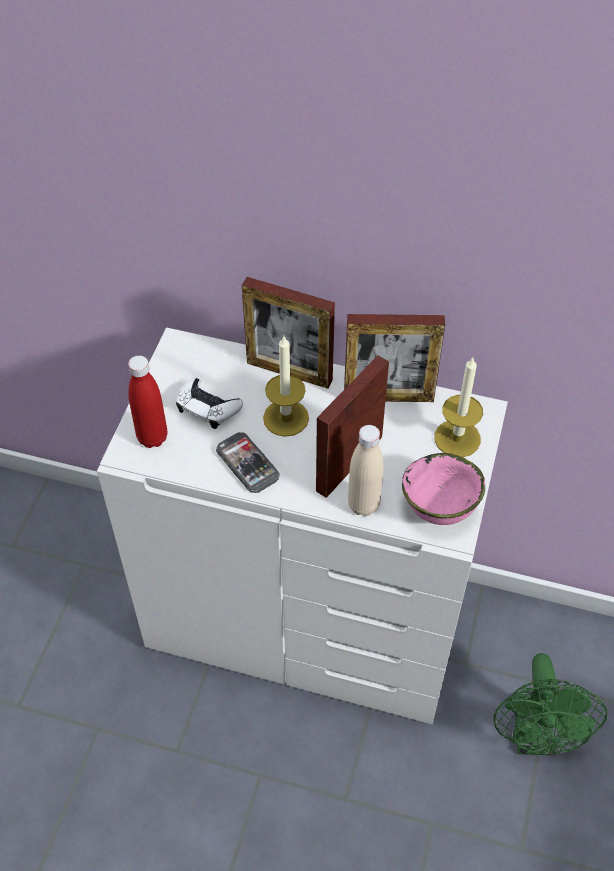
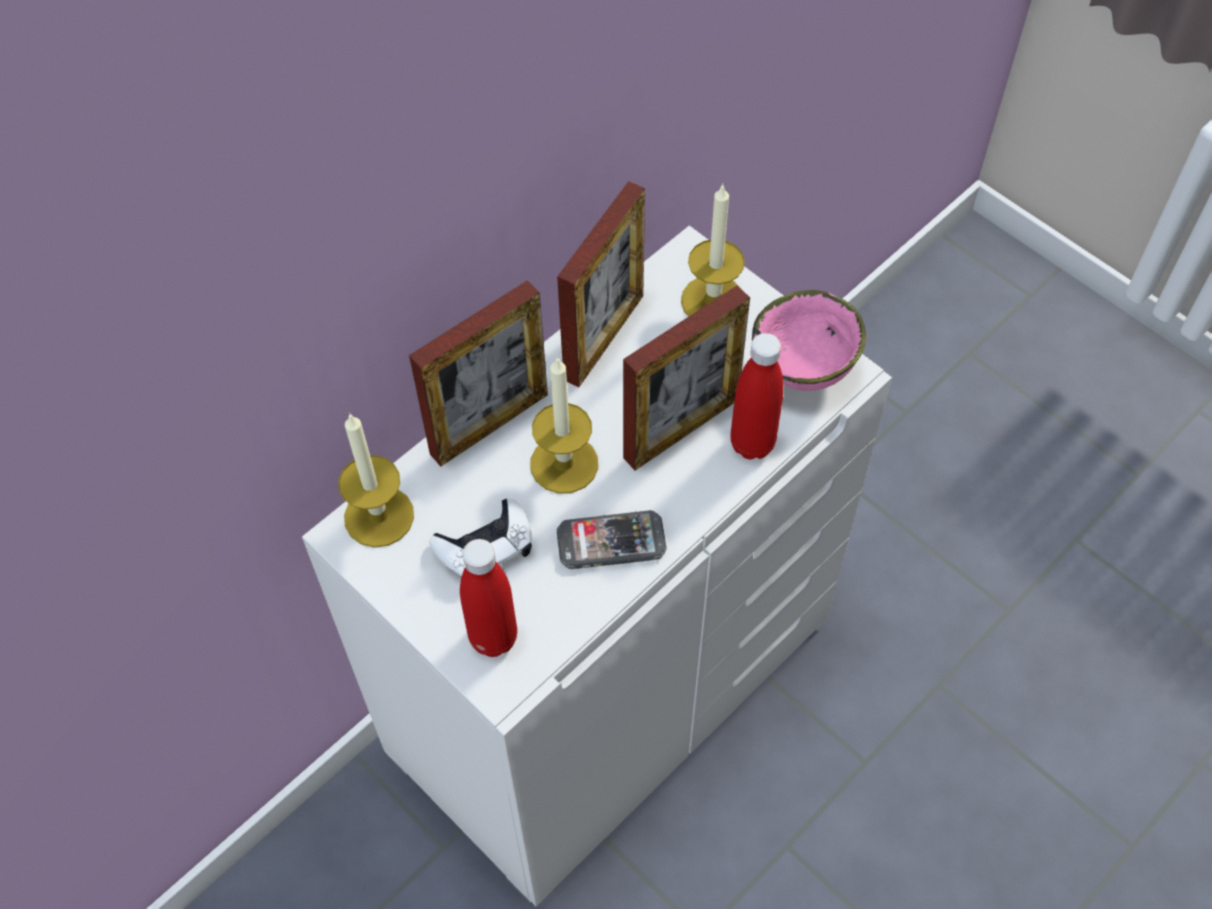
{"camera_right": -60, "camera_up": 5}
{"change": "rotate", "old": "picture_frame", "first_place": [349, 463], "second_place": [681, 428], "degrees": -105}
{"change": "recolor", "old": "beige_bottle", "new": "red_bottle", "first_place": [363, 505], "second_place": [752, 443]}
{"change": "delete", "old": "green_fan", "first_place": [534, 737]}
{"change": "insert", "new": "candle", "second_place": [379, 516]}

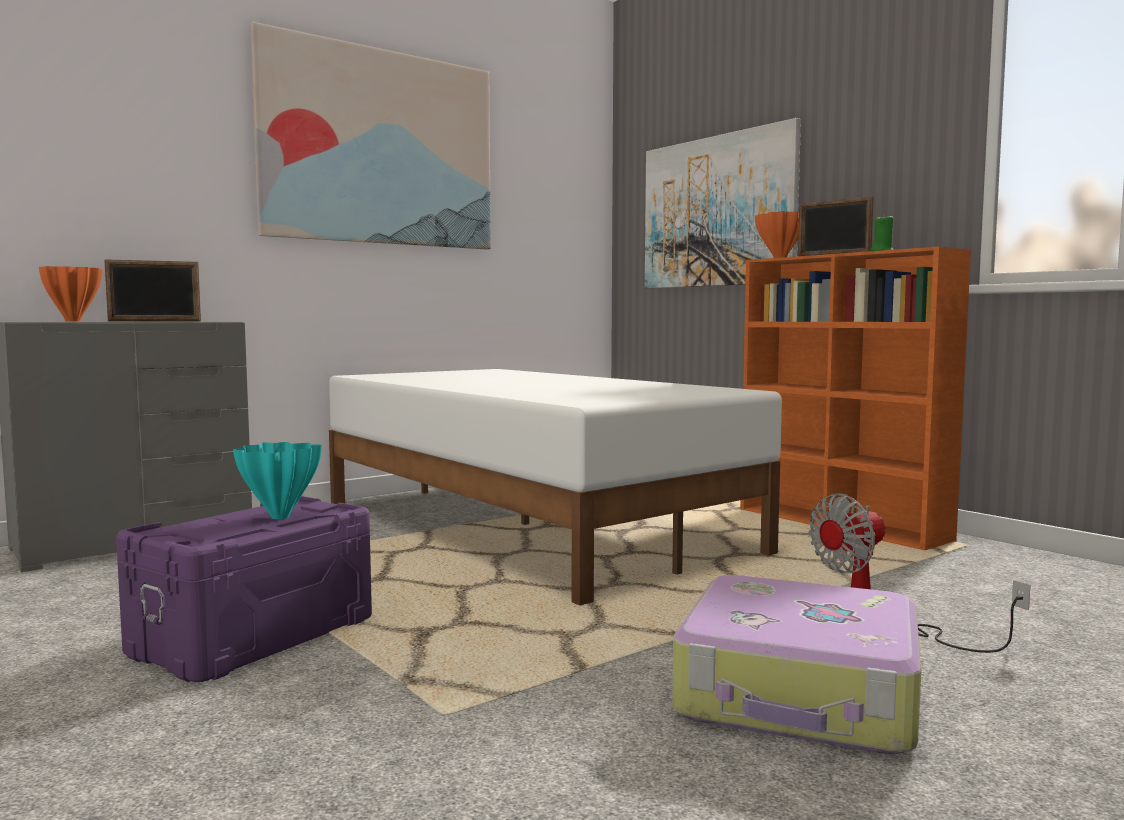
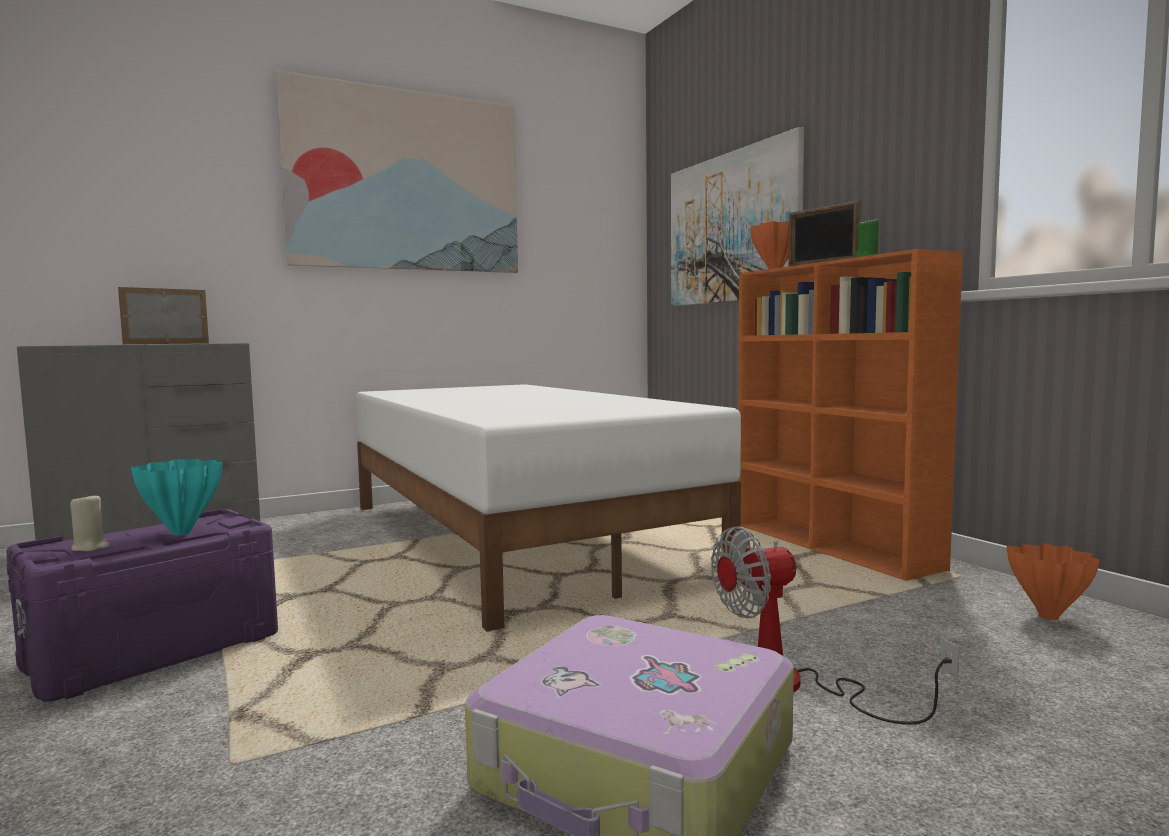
{"camera_right": 10, "camera_up": 0}
{"change": "rotate", "old": "picture_frame", "first_place": [155, 321], "second_place": [167, 343], "degrees": 150}
{"change": "move", "old": "orange_vase", "first_place": [73, 321], "second_place": [1050, 617]}
{"change": "insert", "new": "beige_candle", "second_place": [90, 547]}

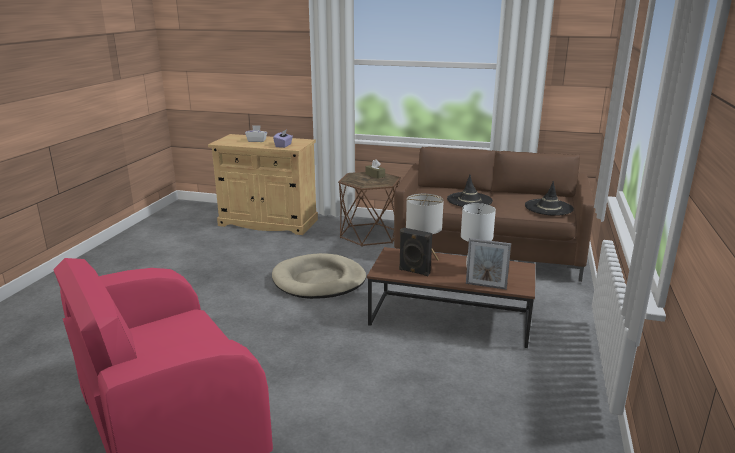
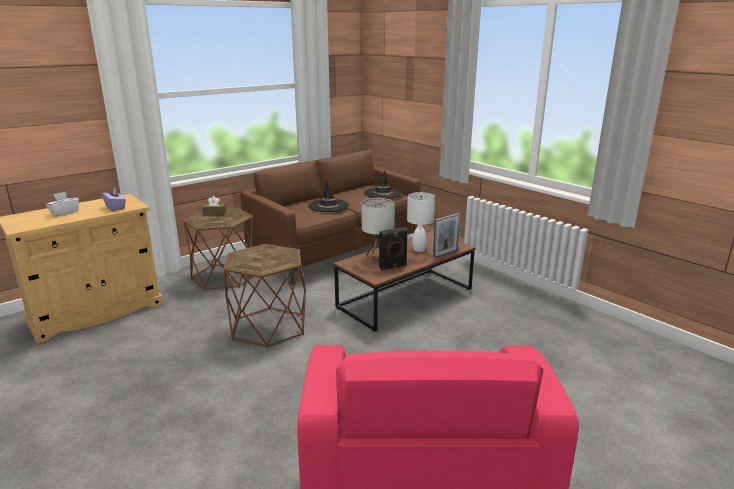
{"camera_right": -55, "camera_up": 0}
{"change": "replace", "old": "beige_dog_bed", "new": "brown_side_table", "first_place": [319, 280], "second_place": [268, 327]}

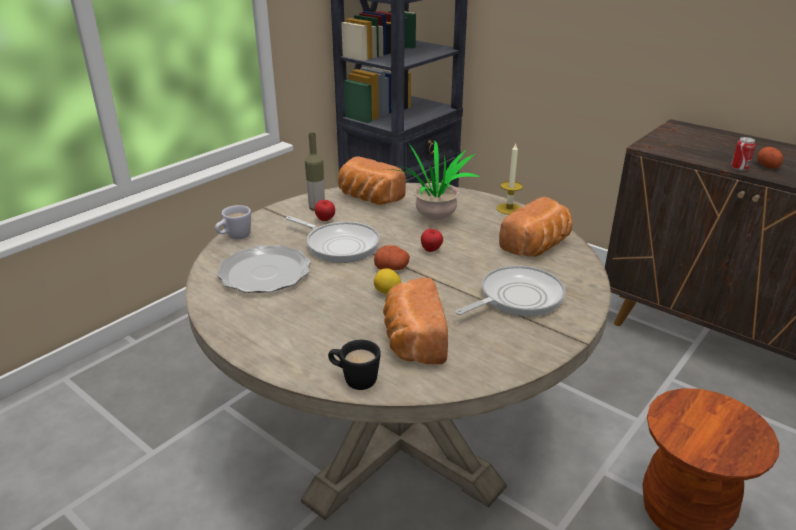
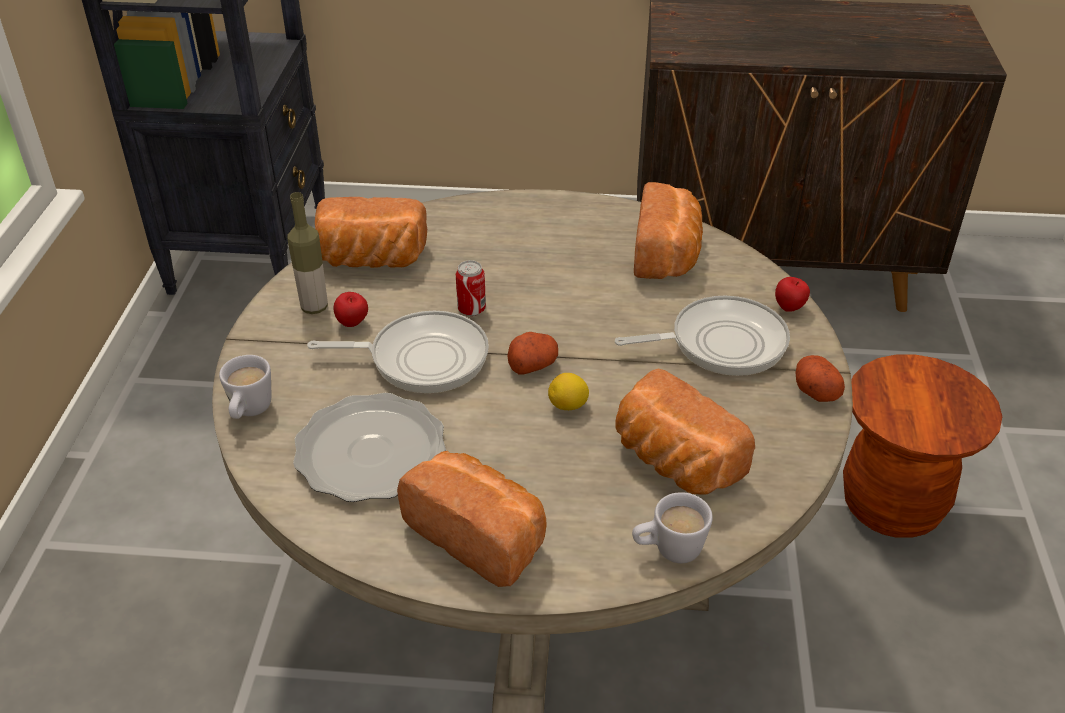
{"camera_right": -35, "camera_up": 10}
{"change": "move", "old": "can", "first_place": [739, 168], "second_place": [471, 309]}
{"change": "delete", "old": "potted_plant", "first_place": [434, 217]}
{"change": "delete", "old": "candle", "first_place": [509, 209]}
{"change": "move", "old": "potato", "first_place": [767, 165], "second_place": [815, 390]}
{"change": "move", "old": "apple", "first_place": [431, 251], "second_place": [789, 308]}
{"change": "rotate", "old": "frying_pan", "first_place": [517, 298], "second_place": [720, 343], "degrees": 60}
{"change": "recolor", "old": "black_mug", "new": "white_mug", "first_place": [354, 379], "second_place": [668, 550]}
{"change": "insert", "new": "bread", "second_place": [480, 535]}

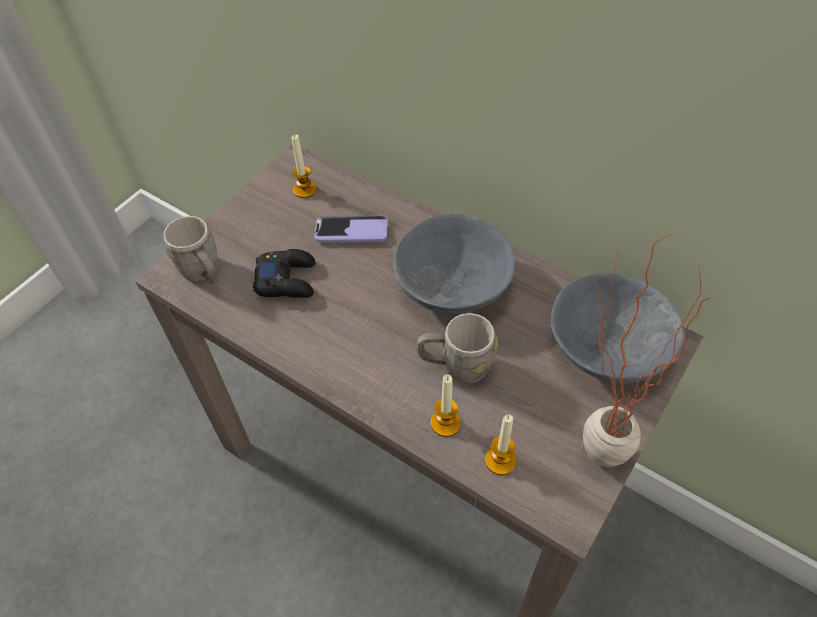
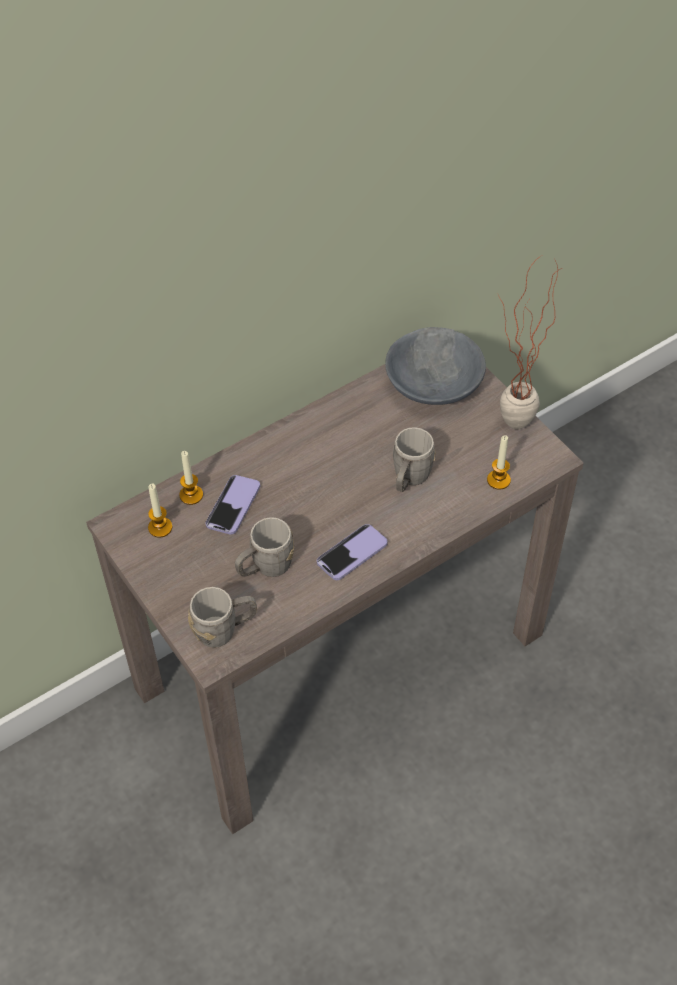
{"camera_right": -70, "camera_up": 0}
{"change": "delete", "old": "grey_bowl", "first_place": [454, 284]}
{"change": "replace", "old": "black_game_controller", "new": "grey_mug", "first_place": [287, 279], "second_place": [265, 567]}
{"change": "move", "old": "candle", "first_place": [445, 423], "second_place": [191, 495]}
{"change": "insert", "new": "phone", "second_place": [352, 553]}

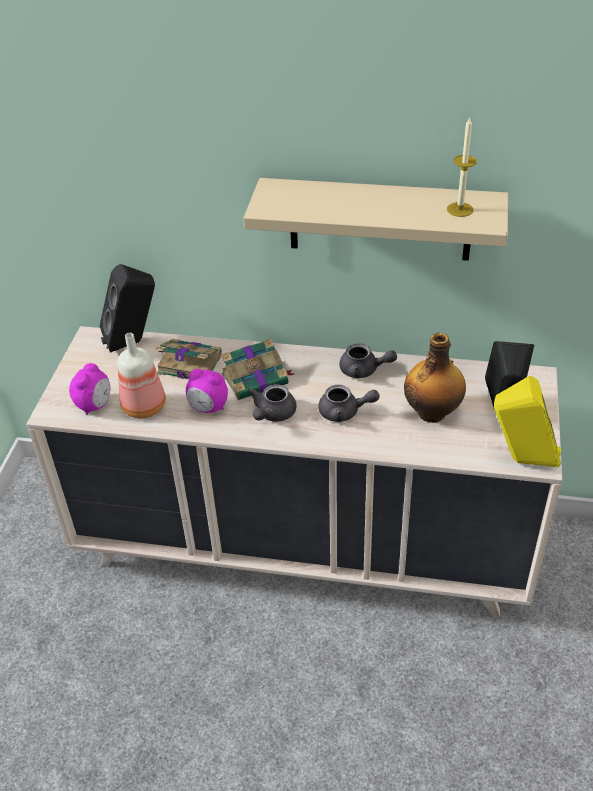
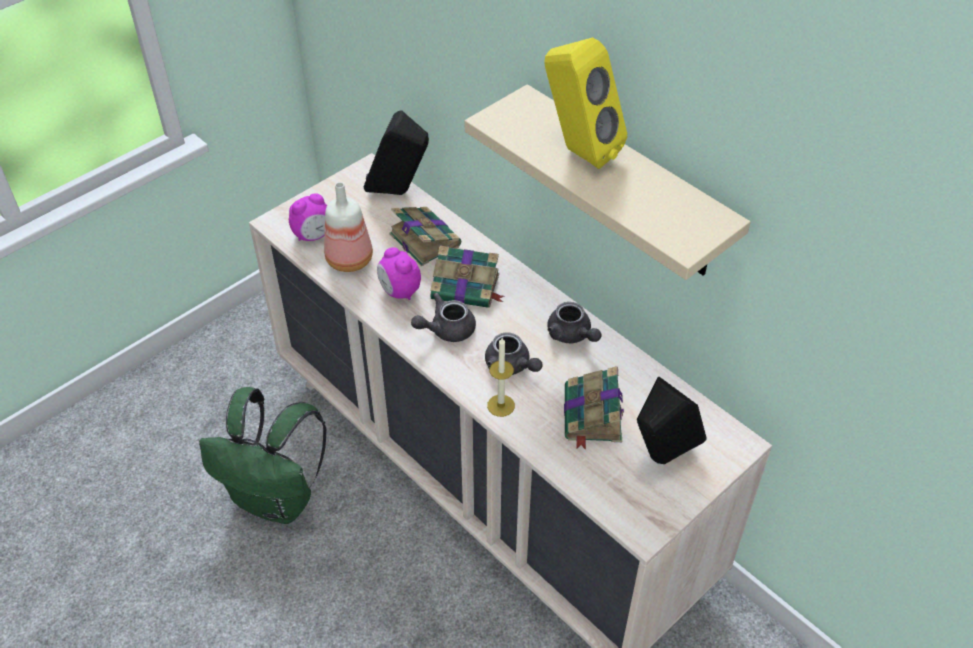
{"camera_right": 35, "camera_up": 5}
{"change": "move", "old": "candle", "first_place": [460, 209], "second_place": [501, 405]}
{"change": "replace", "old": "bottle", "new": "book", "first_place": [433, 412], "second_place": [592, 416]}
{"change": "move", "old": "yellow_speaker", "first_place": [521, 460], "second_place": [578, 151]}
{"change": "insert", "new": "green_backpack", "second_place": [277, 499]}

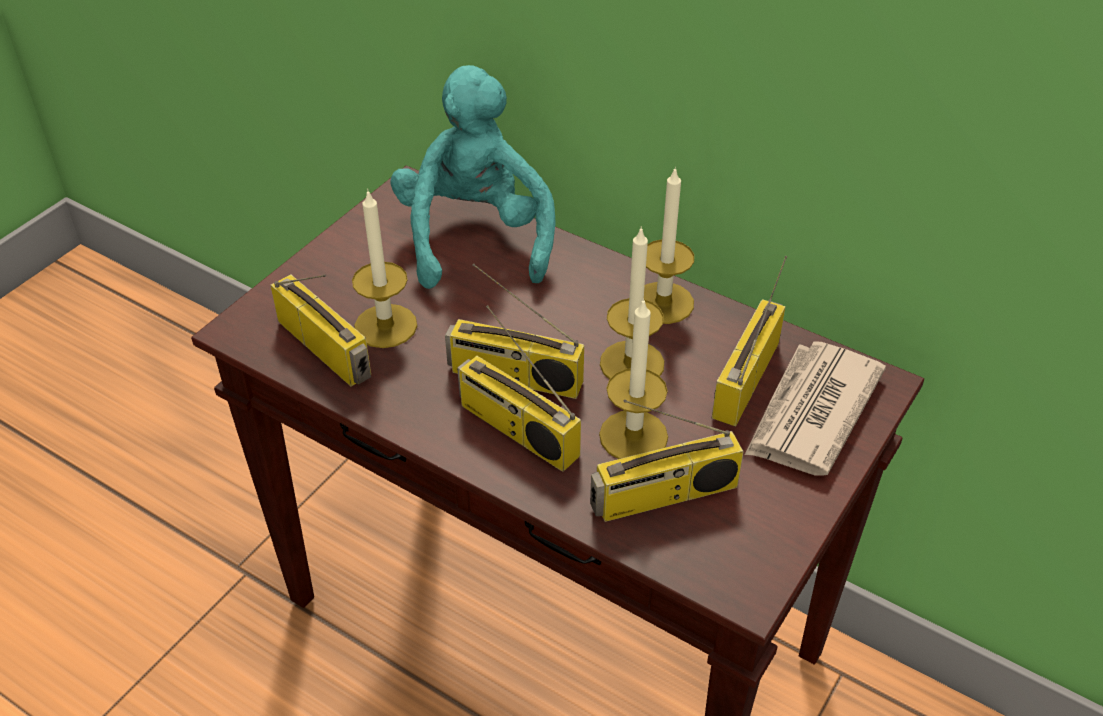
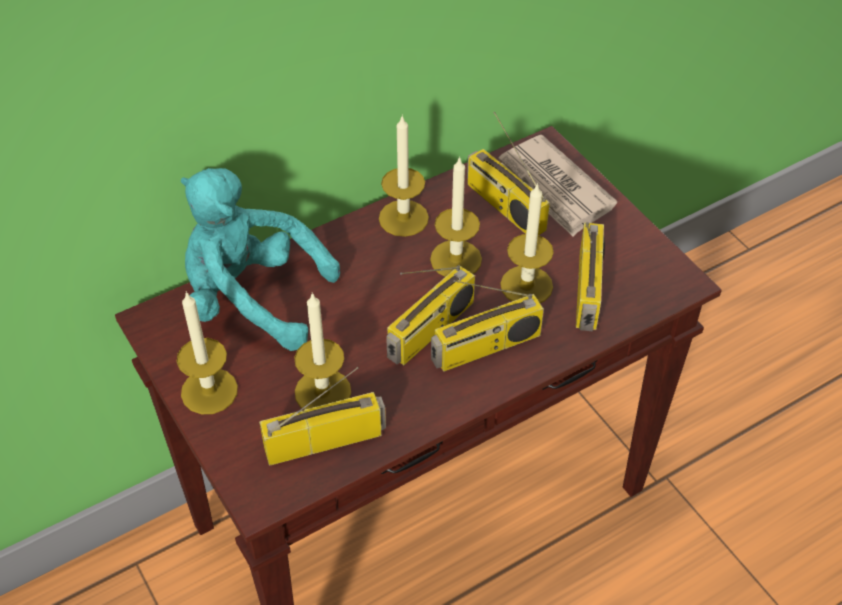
{"camera_right": -65, "camera_up": 5}
{"change": "insert", "new": "candle", "second_place": [209, 391]}

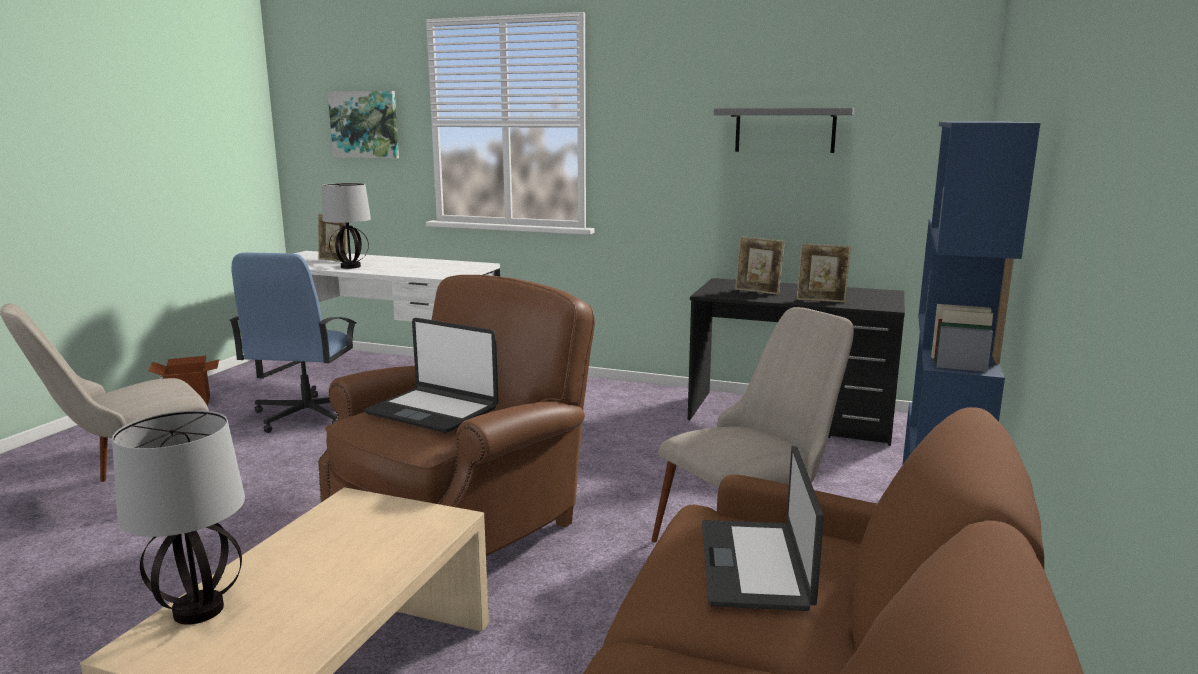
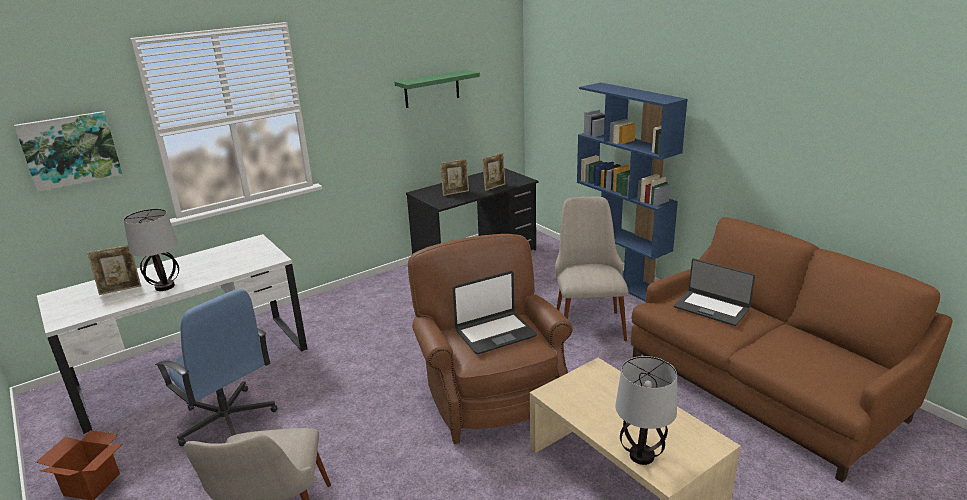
{"camera_right": -55, "camera_up": 10}
{"change": "recolor", "old": "grey_shelf", "new": "green_shelf", "first_place": [785, 130], "second_place": [432, 89]}

